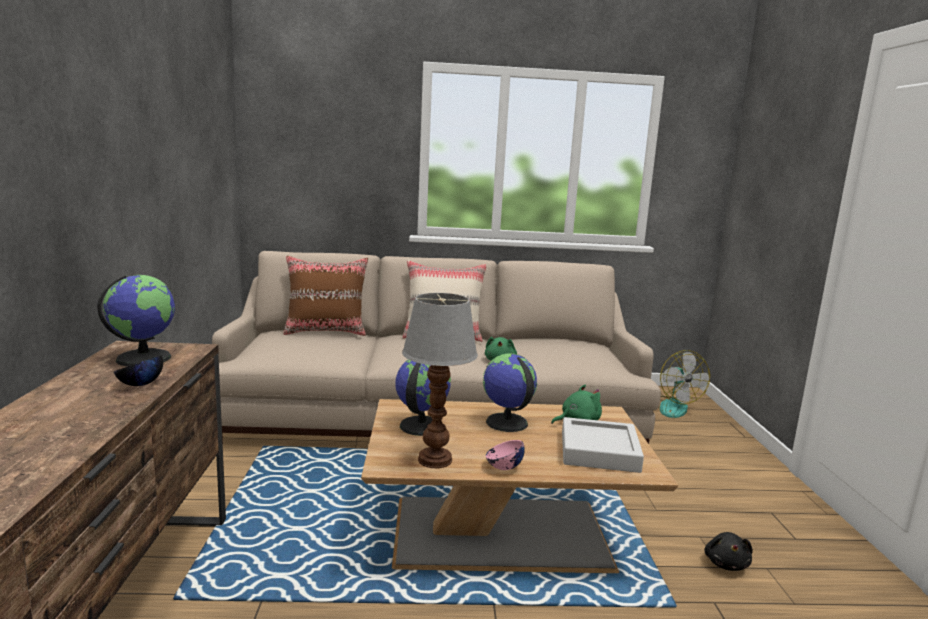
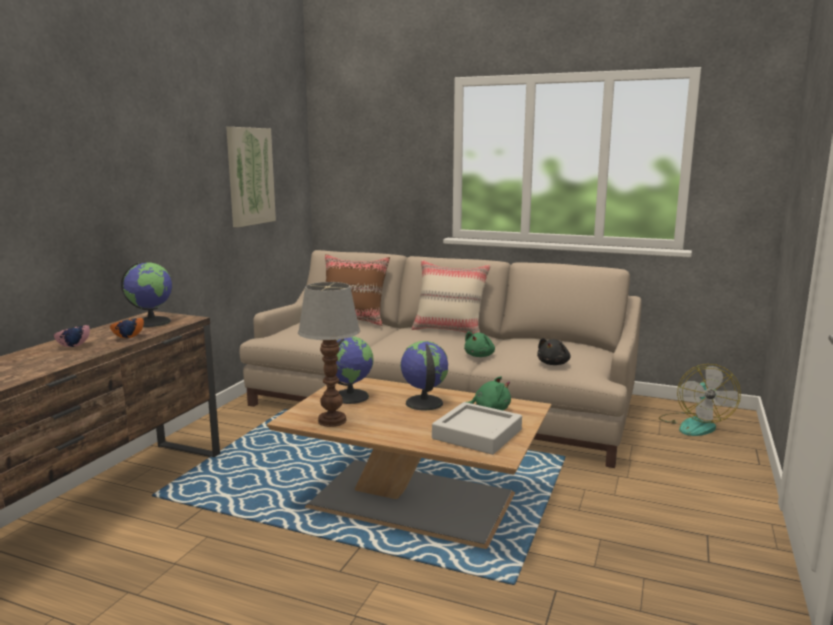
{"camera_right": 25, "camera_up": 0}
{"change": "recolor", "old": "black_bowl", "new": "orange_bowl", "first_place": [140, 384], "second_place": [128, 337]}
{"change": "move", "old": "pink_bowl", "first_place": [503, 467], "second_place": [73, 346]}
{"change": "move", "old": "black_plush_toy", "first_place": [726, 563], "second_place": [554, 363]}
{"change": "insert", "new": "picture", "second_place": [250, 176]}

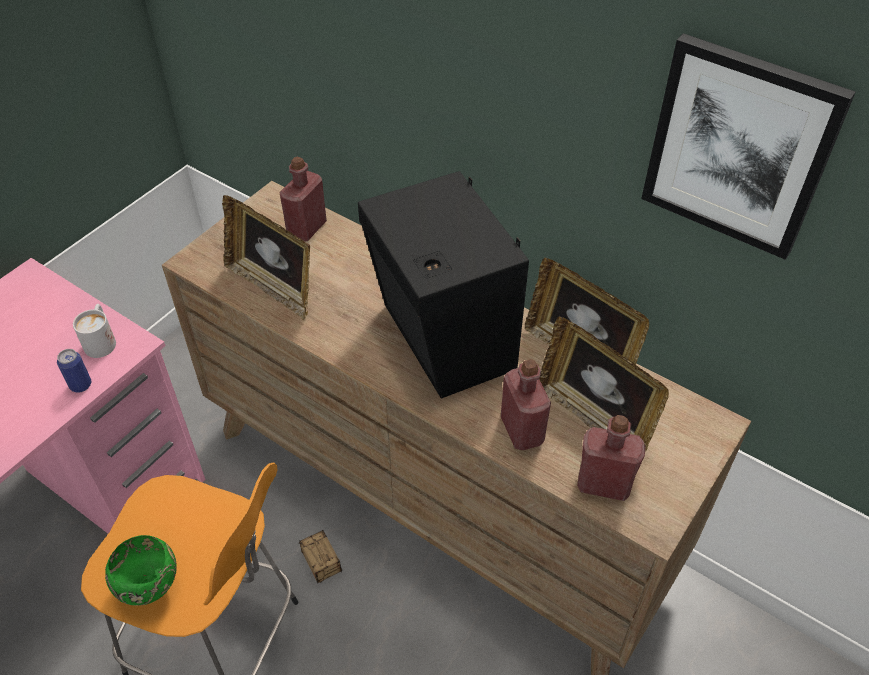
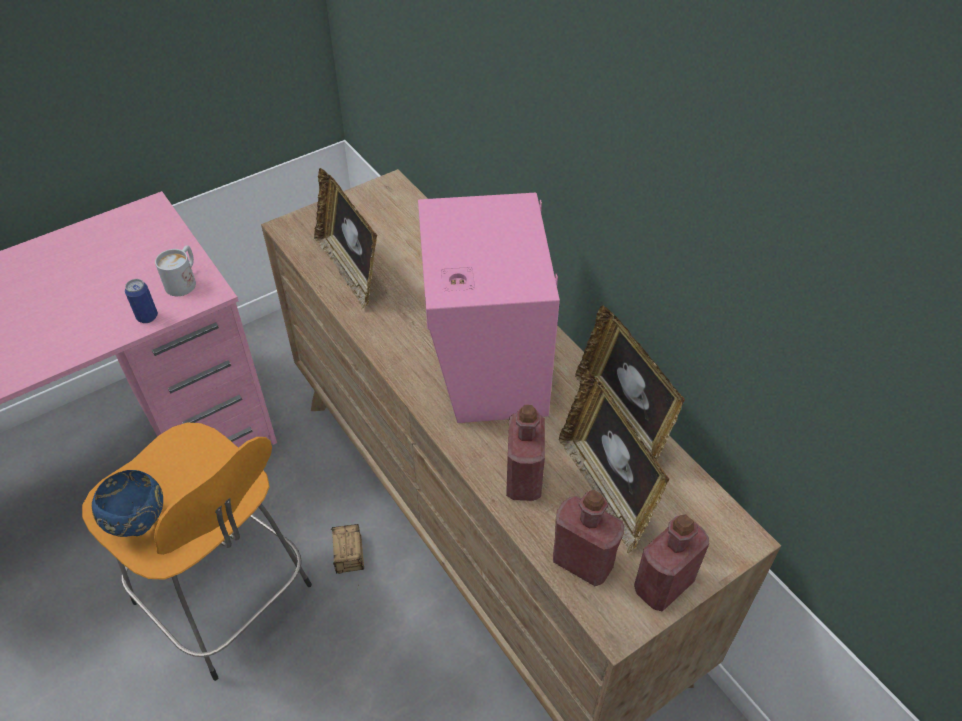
{"camera_right": 20, "camera_up": 0}
{"change": "delete", "old": "picture", "first_place": [739, 147]}
{"change": "move", "old": "red_bottle", "first_place": [307, 228], "second_place": [663, 585]}
{"change": "recolor", "old": "black_speaker", "new": "pink_speaker", "first_place": [443, 341], "second_place": [487, 367]}
{"change": "recolor", "old": "green_bowl", "new": "blue_bowl", "first_place": [151, 588], "second_place": [140, 523]}

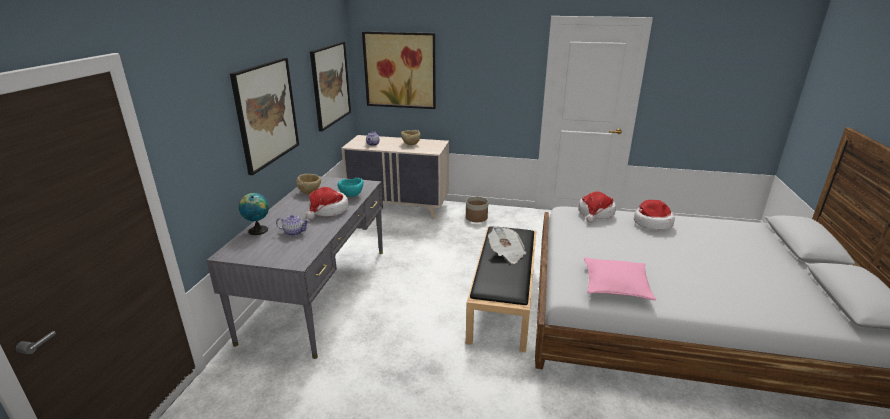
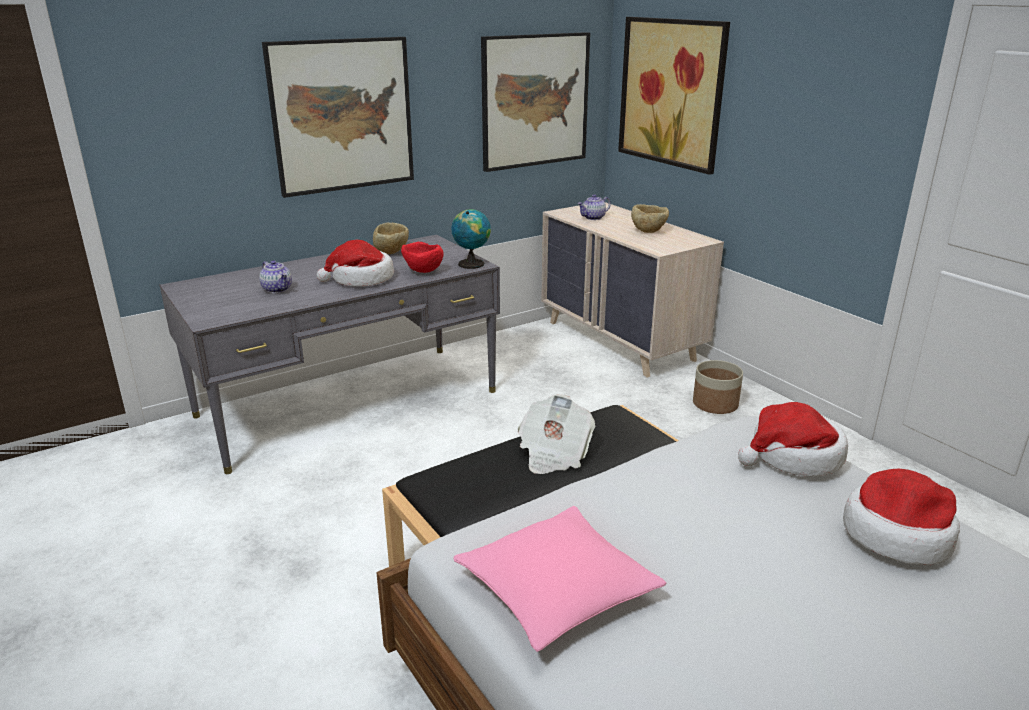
{"camera_right": 45, "camera_up": 0}
{"change": "recolor", "old": "turquoise_bowl", "new": "red_bowl", "first_place": [351, 196], "second_place": [422, 272]}
{"change": "move", "old": "globe", "first_place": [258, 230], "second_place": [471, 263]}

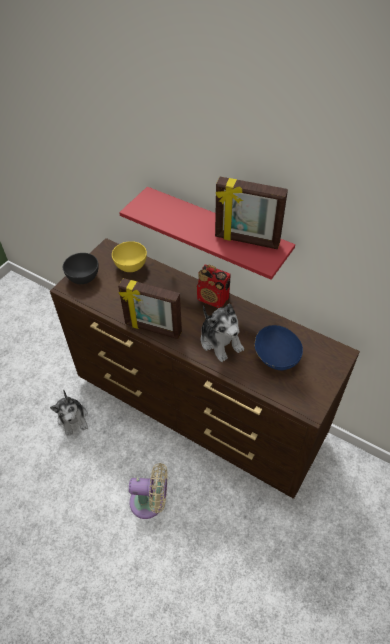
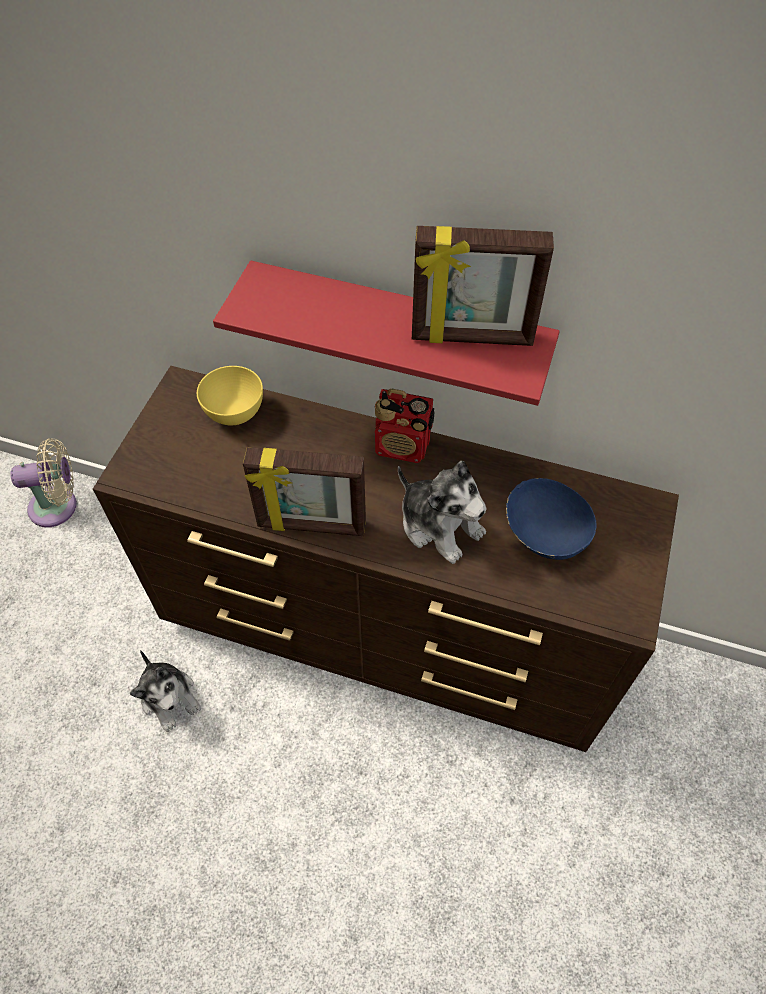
{"camera_right": -15, "camera_up": 5}
{"change": "delete", "old": "grey_bowl", "first_place": [84, 278]}
{"change": "move", "old": "beige_fan", "first_place": [150, 502], "second_place": [58, 506]}

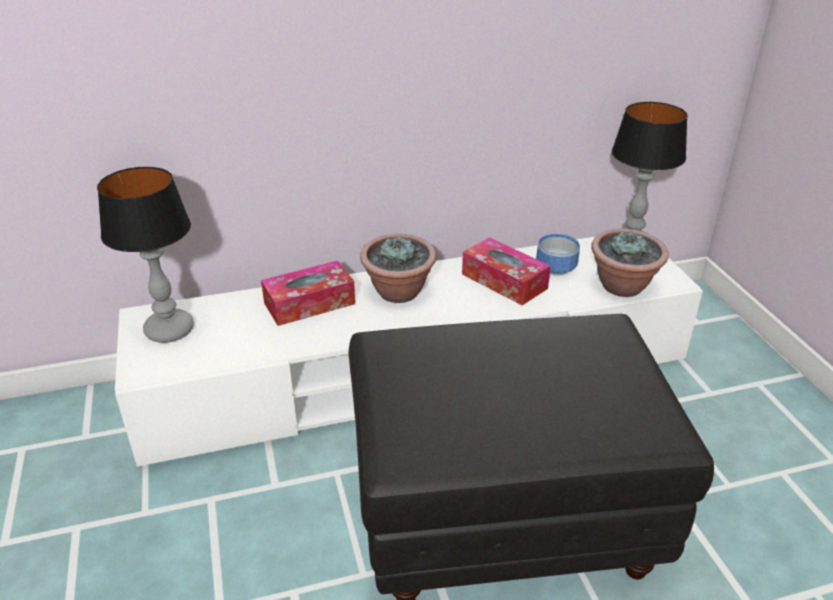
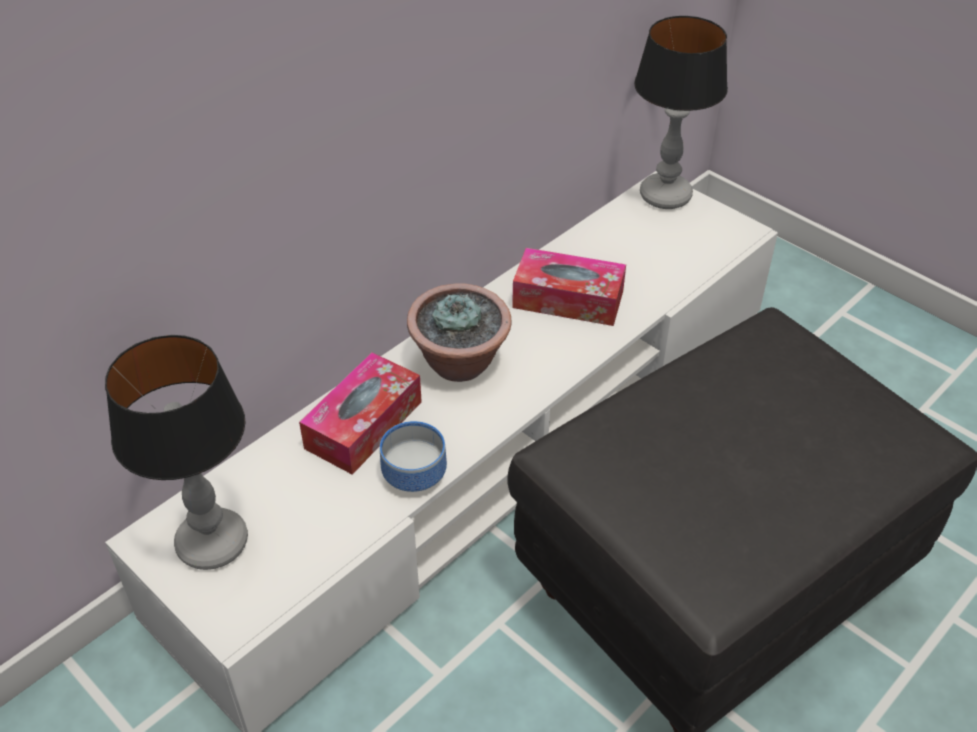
{"camera_right": -30, "camera_up": 10}
{"change": "delete", "old": "potted_plant", "first_place": [623, 286]}
{"change": "move", "old": "bowl", "first_place": [557, 268], "second_place": [416, 473]}

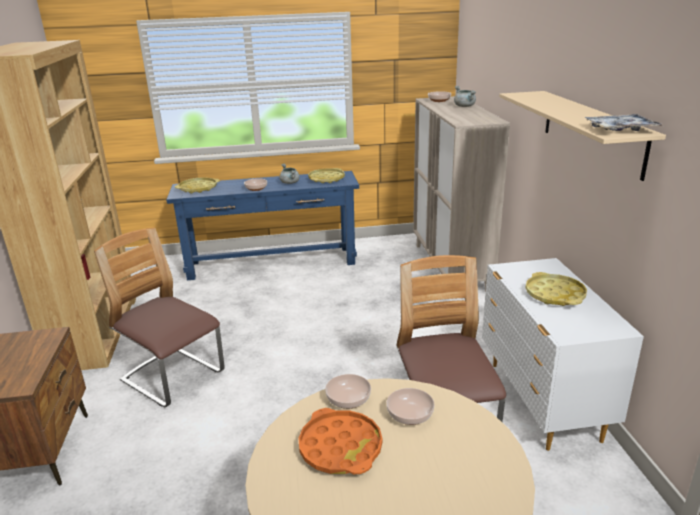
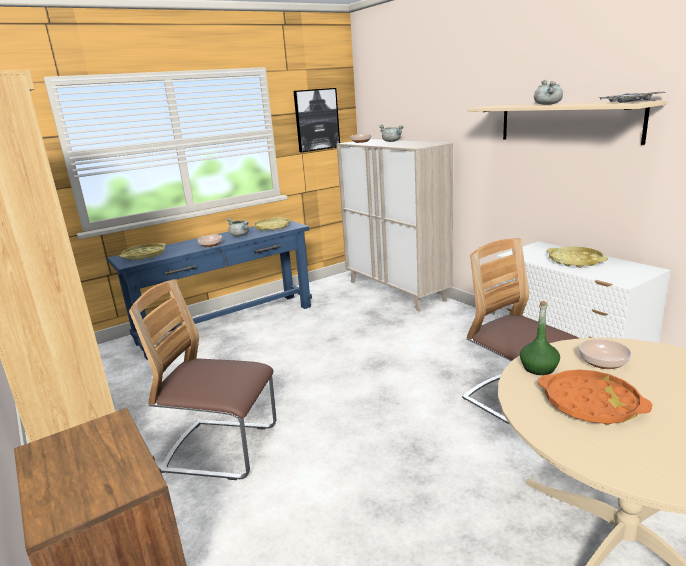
{"camera_right": -25, "camera_up": -5}
{"change": "replace", "old": "bowl", "new": "green_bottle", "first_place": [348, 399], "second_place": [539, 368]}
{"change": "insert", "new": "grey_cooking_pot", "second_place": [548, 104]}
{"change": "insert", "new": "picture", "second_place": [316, 120]}

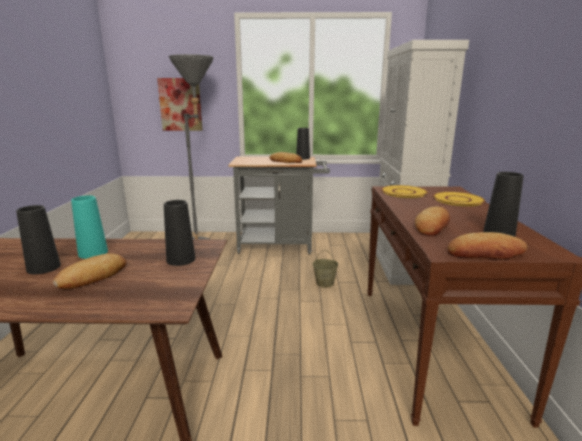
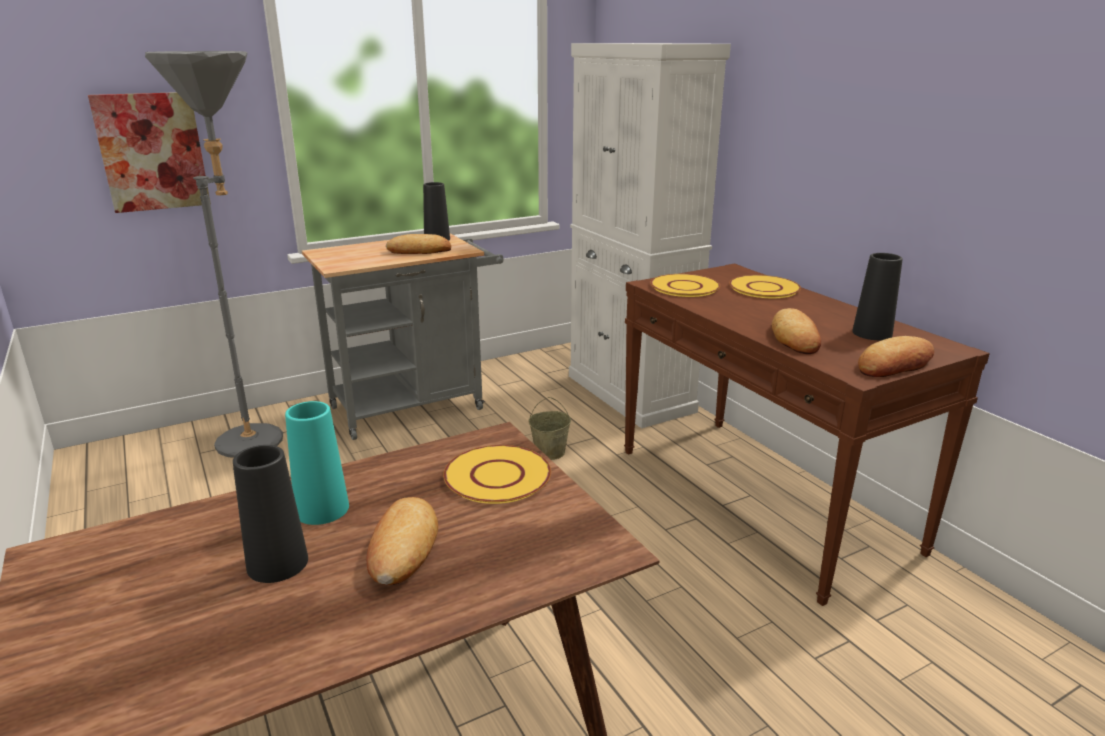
{"camera_right": -30, "camera_up": 5}
{"change": "replace", "old": "black_vase", "new": "yellow_plate", "first_place": [181, 259], "second_place": [497, 475]}

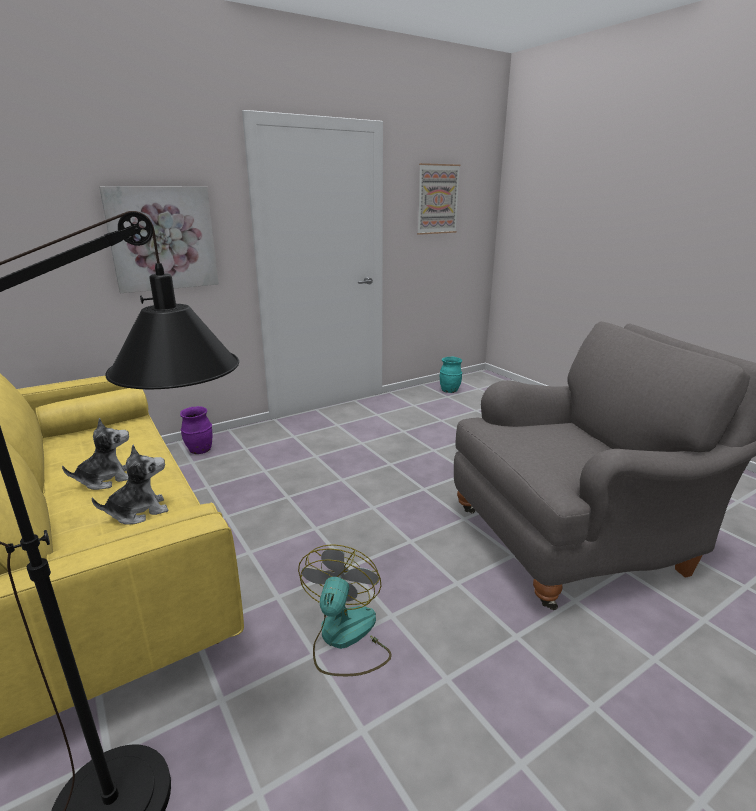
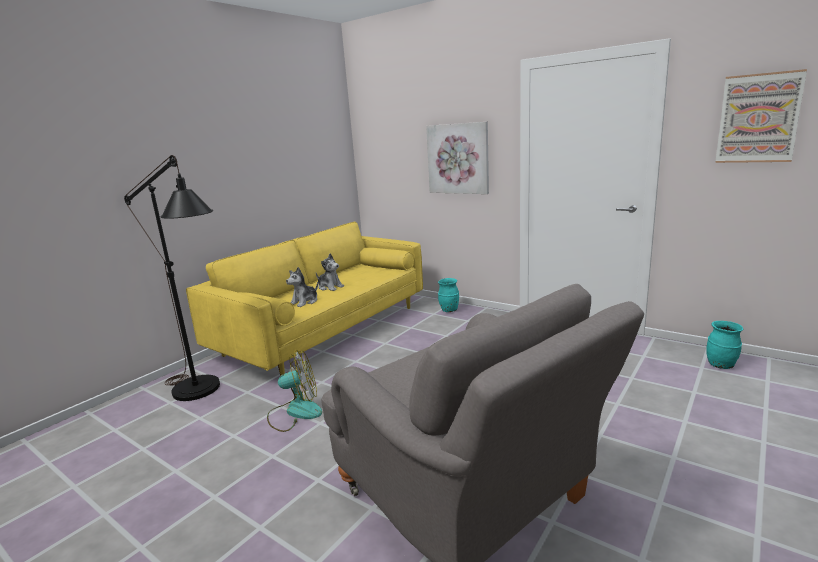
{"camera_right": 70, "camera_up": -5}
{"change": "recolor", "old": "purple_vase", "new": "turquoise_vase", "first_place": [200, 451], "second_place": [449, 310]}
{"change": "rotate", "old": "plush_toy", "first_place": [139, 511], "second_place": [305, 302], "degrees": 90}

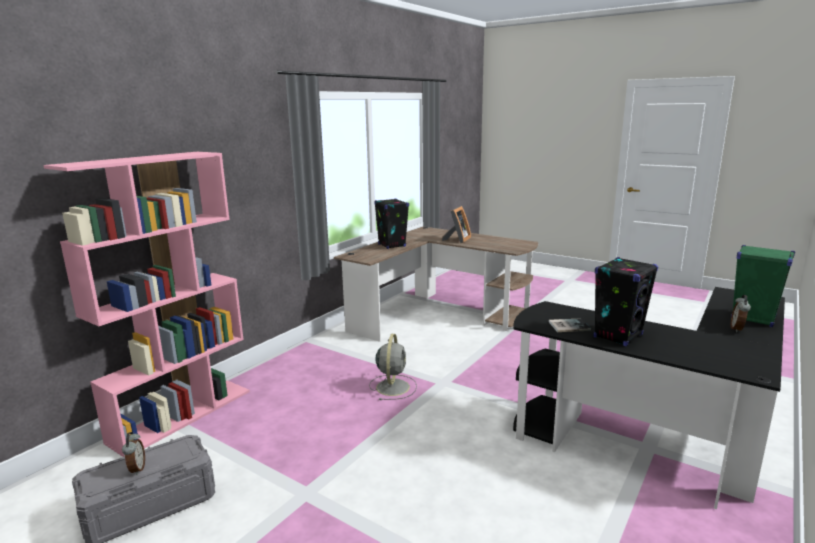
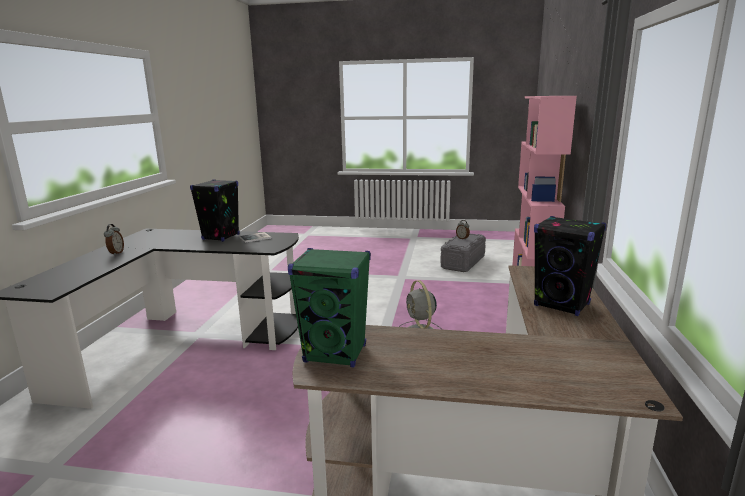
{"camera_right": 155, "camera_up": 0}
{"change": "delete", "old": "picture_frame", "first_place": [457, 240]}
{"change": "move", "old": "green_speaker", "first_place": [752, 318], "second_place": [335, 354]}

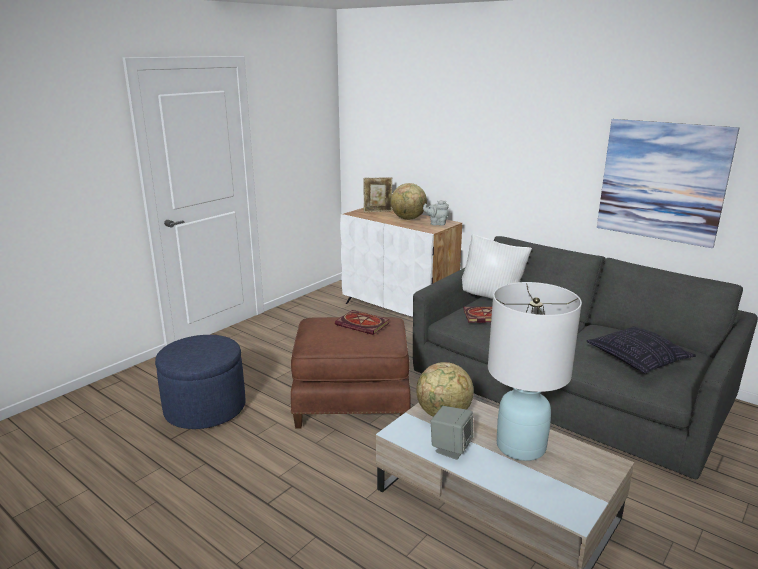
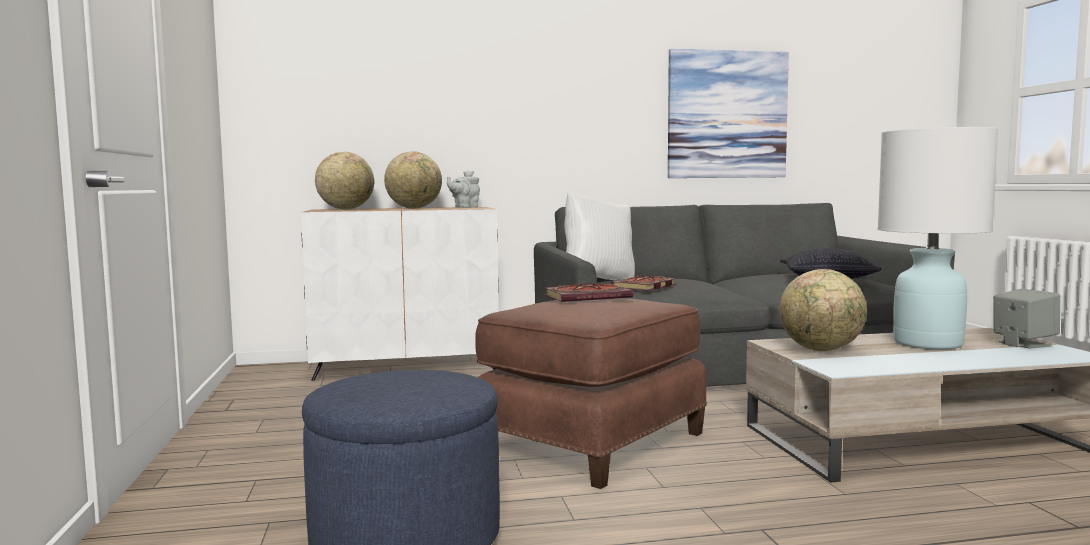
{"camera_right": -50, "camera_up": -15}
{"change": "replace", "old": "picture_frame", "new": "globe", "first_place": [377, 211], "second_place": [346, 209]}
{"change": "move", "old": "grey_speaker", "first_place": [451, 448], "second_place": [1023, 344]}

